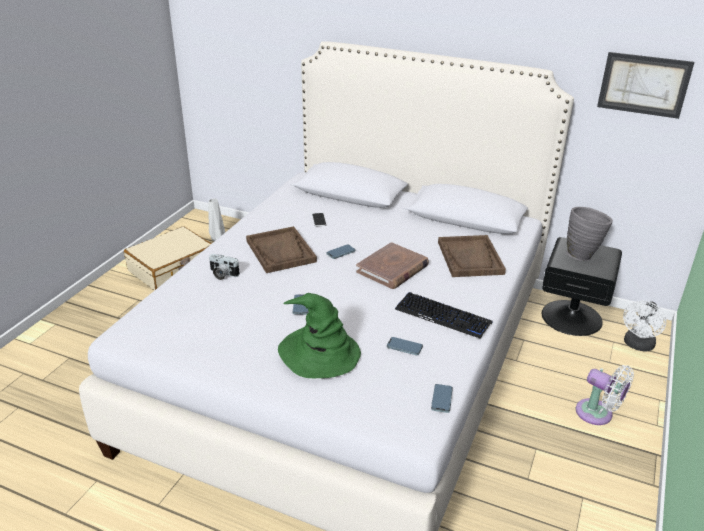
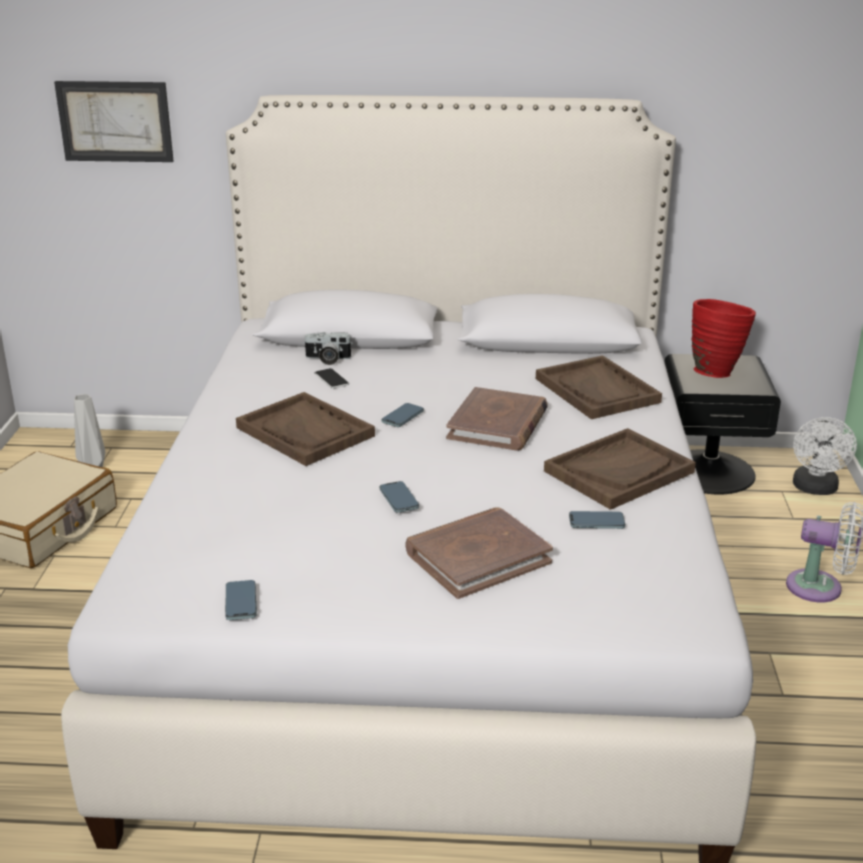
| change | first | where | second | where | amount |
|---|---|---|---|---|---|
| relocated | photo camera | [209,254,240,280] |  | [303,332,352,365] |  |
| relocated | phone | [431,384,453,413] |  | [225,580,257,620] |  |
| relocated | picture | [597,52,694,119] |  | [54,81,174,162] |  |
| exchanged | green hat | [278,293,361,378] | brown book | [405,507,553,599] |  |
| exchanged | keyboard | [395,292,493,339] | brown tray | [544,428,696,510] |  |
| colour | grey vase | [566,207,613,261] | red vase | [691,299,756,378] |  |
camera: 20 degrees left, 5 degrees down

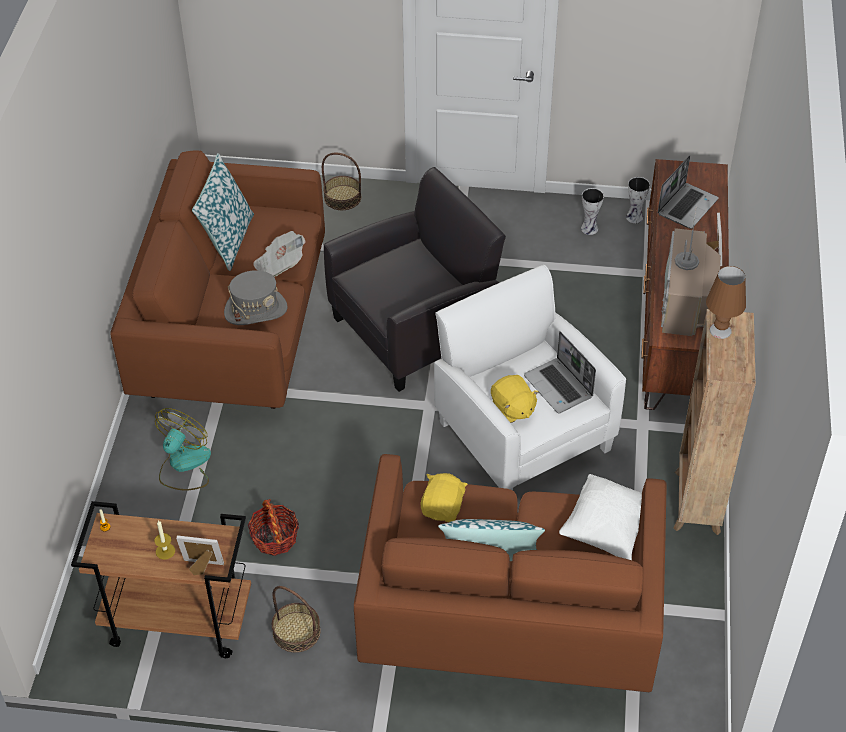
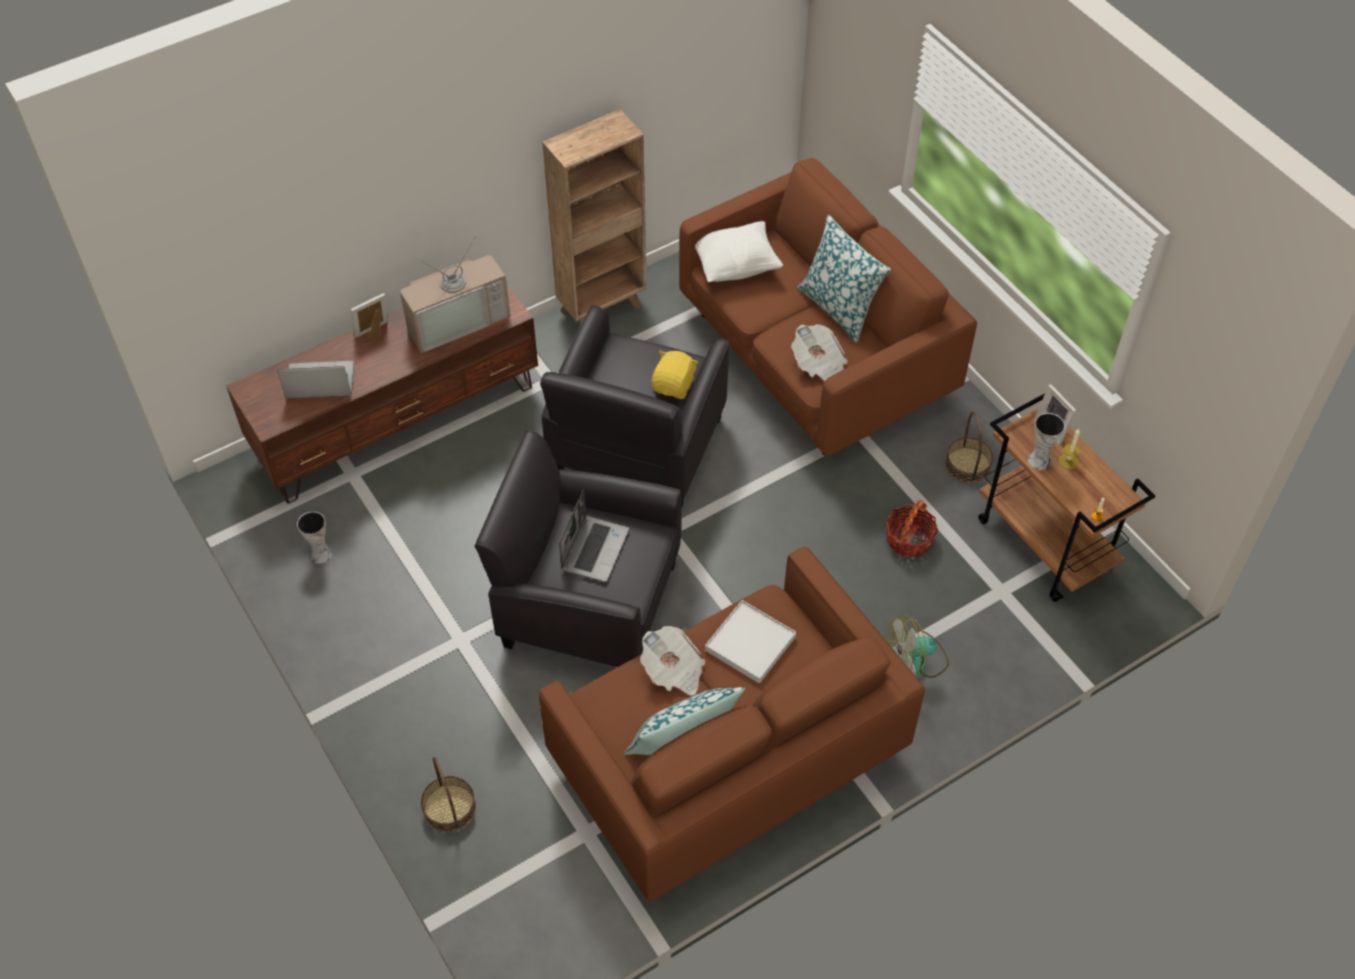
| change | first | where | second | where | amount |
|---|---|---|---|---|---|
| missing | brown table lamp | [706,266,746,339] |  |  |  |
| relocated | laptop | [524,331,596,414] |  | [559,490,629,582] |  |
| relocated | vase | [626,177,650,223] |  | [1028,413,1065,470] |  |
| exchanged | grey hat | [224,270,288,325] | white tray | [705,600,796,684] |  |
| exchanged | yellow plush toy | [421,473,468,522] | newspaper | [791,324,848,381] |  |
| colour | white armchair | [434,265,626,491] | black armchair | [540,305,729,507] |  |
camera: 130 degrees left, 5 degrees up

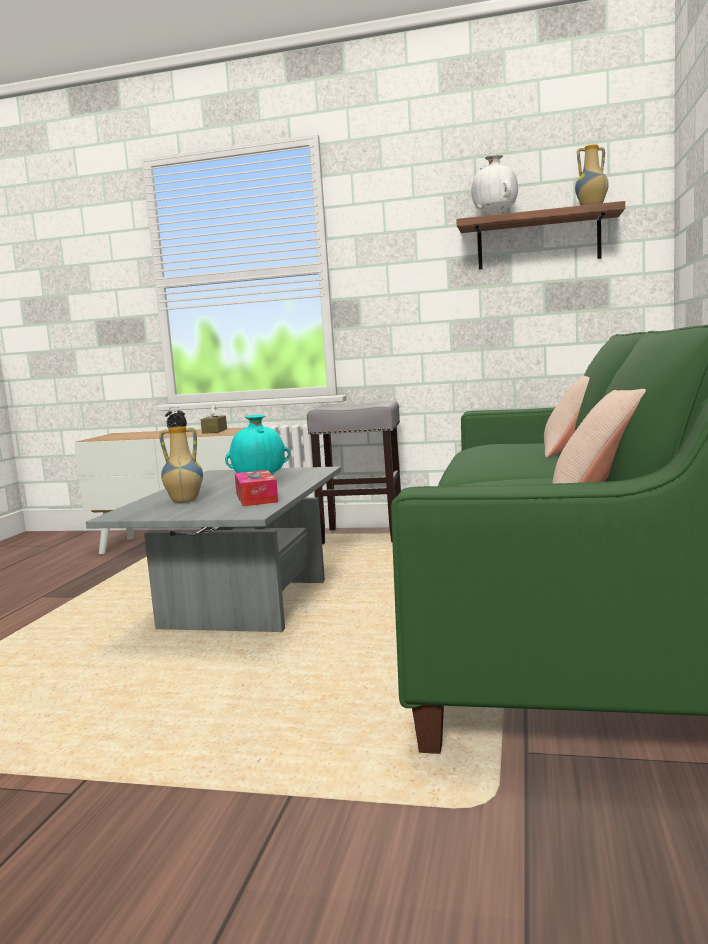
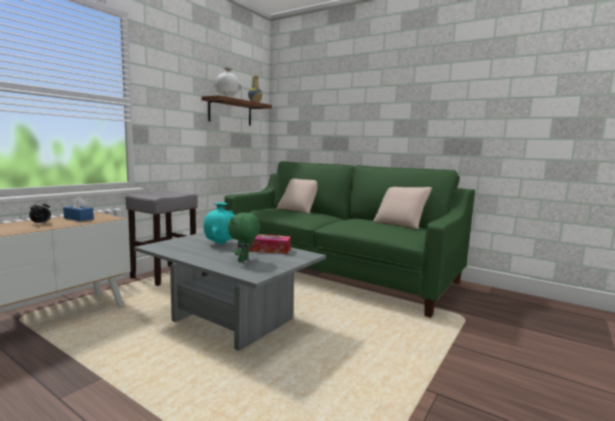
| change | first | where | second | where | amount |
|---|---|---|---|---|---|
| exchanged | vase | [159,426,203,503] | green plush toy | [228,213,260,263] |  |
| colour | brown tissue box | [201,404,227,434] | blue tissue box | [63,197,94,221] |  |
camera: 70 degrees left, 0 degrees up

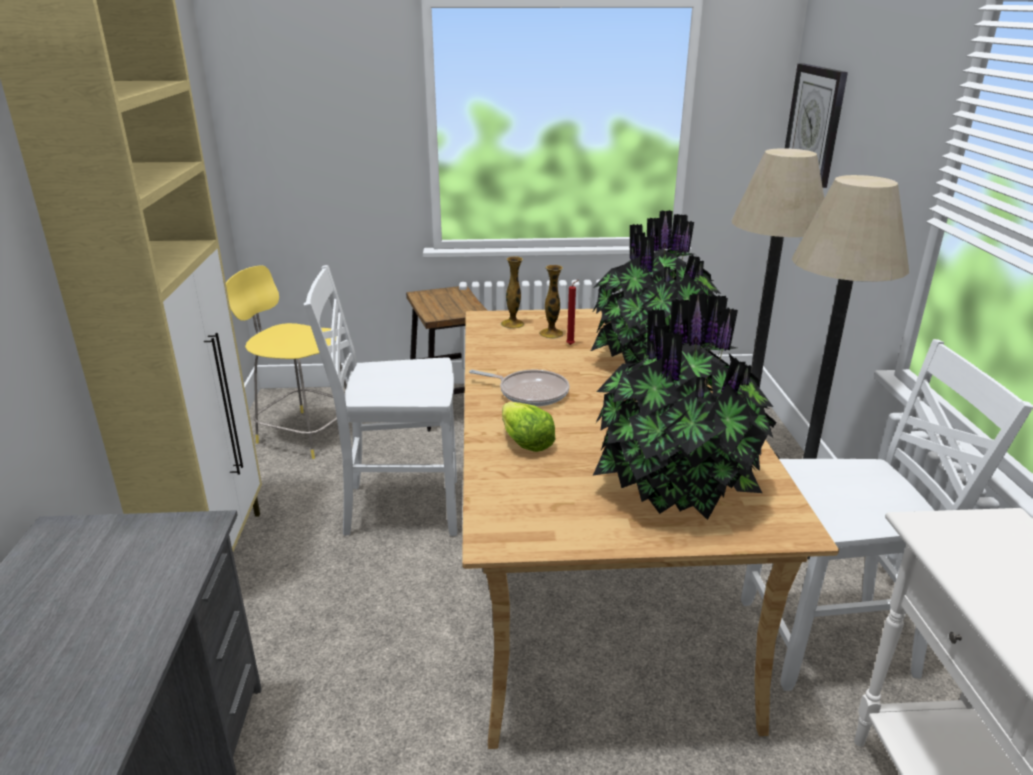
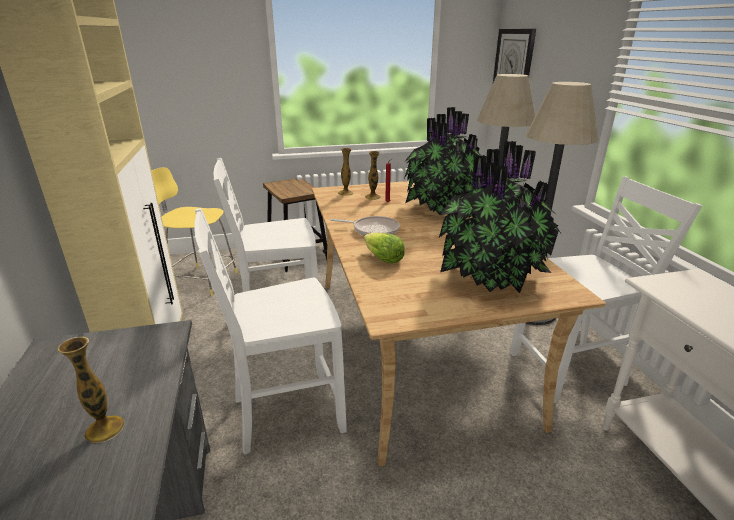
| change | first | where | second | where | amount |
|---|---|---|---|---|---|
| appeared |  |  | vase | [57,337,125,443] |  |
| appeared |  |  | white chair | [194,208,347,455] |  |
camera: 10 degrees left, 0 degrees up

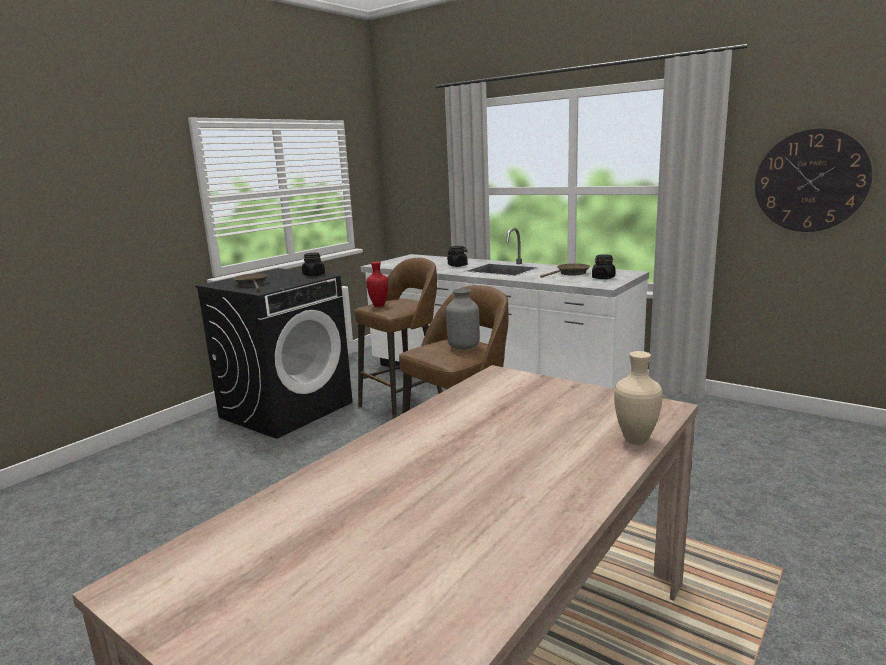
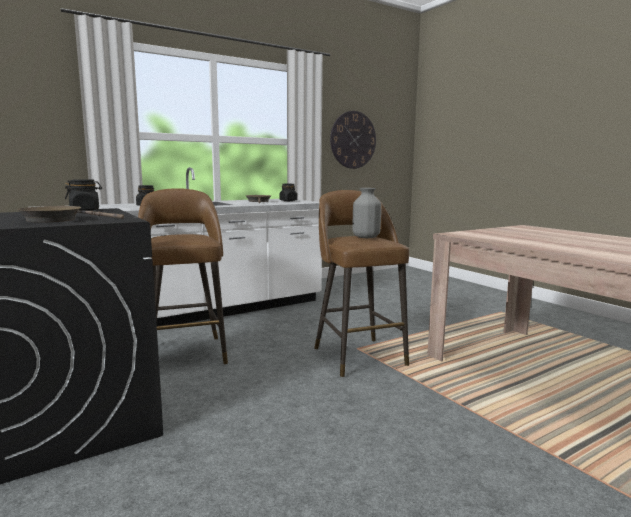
| change | first | where | second | where | amount |
|---|---|---|---|---|---|
| missing | red vase | [366,262,388,307] |  |  |  |
| missing | beige vase | [614,351,663,445] |  |  |  |
camera: 70 degrees left, 5 degrees down

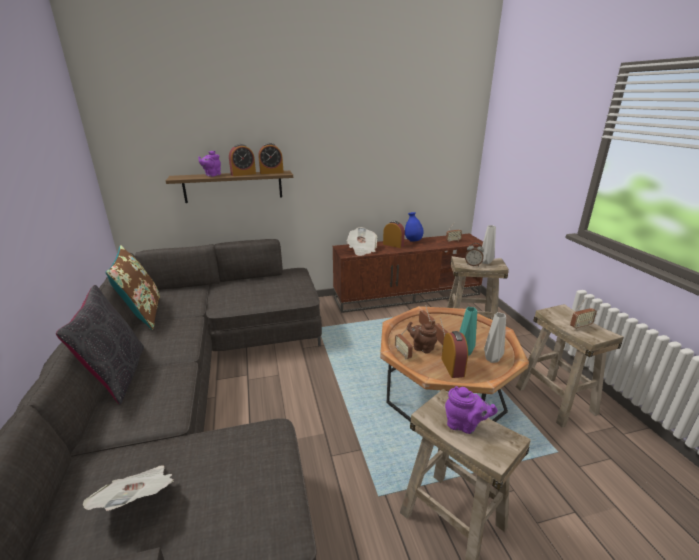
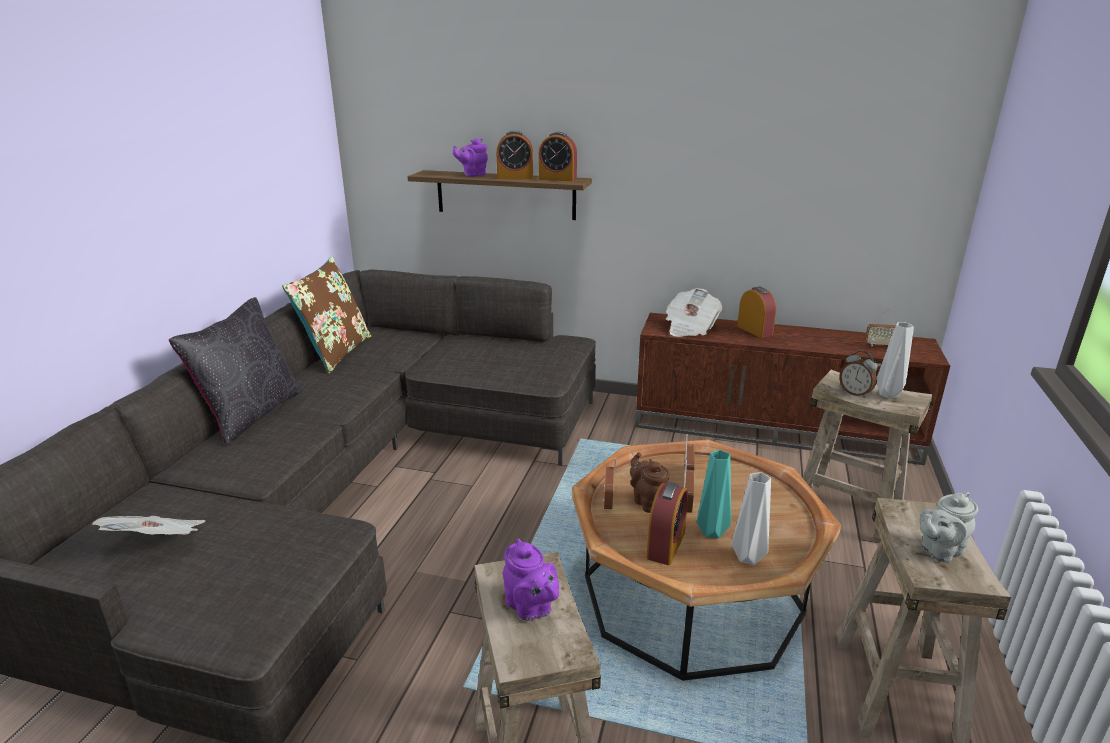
| change | first | where | second | where | amount |
|---|---|---|---|---|---|
| missing | blue vase | [405,212,424,242] |  |  |  |
| exchanged | radio | [570,297,597,330] | grey teapot | [919,492,978,562] |  |
camera: 30 degrees right, 0 degrees up

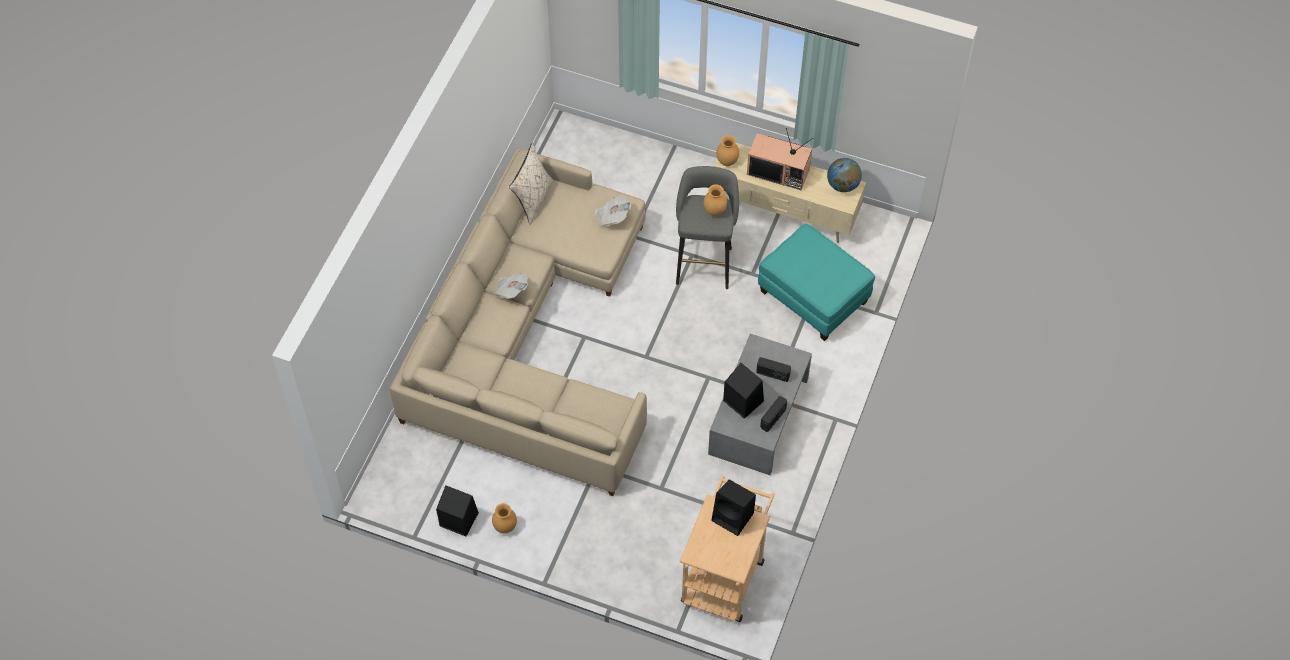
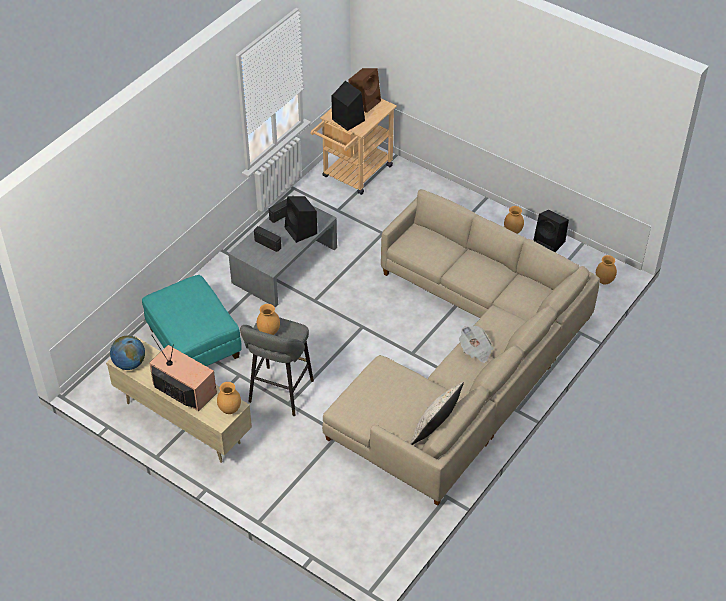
| change | first | where | second | where | amount |
|---|---|---|---|---|---|
| missing | newspaper | [595,196,631,226] |  |  |  |
| appeared |  |  | brown speaker | [348,68,381,113] |  |
| appeared |  |  | brown vase | [596,255,617,285] |  |
camera: 165 degrees left, 10 degrees down

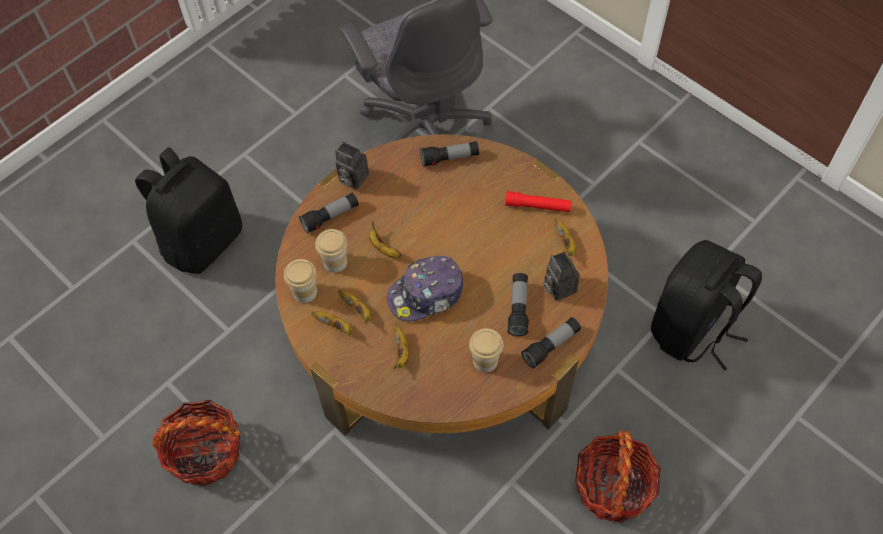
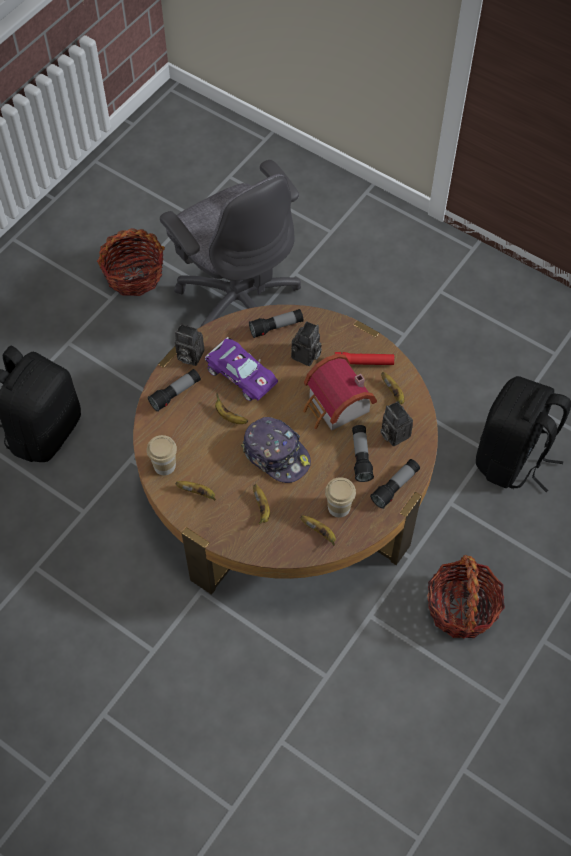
| change | first | where | second | where | amount |
|---|---|---|---|---|---|
| missing | cup | [315,229,348,273] |  |  |  |
| appeared |  |  | purple toy car | [205,337,278,401] |  |
| appeared |  |  | photo camera | [291,321,322,366] |  |
| appeared |  |  | toy house | [303,354,377,430] |  |
| relocated | basket | [152,400,240,486] |  | [97,228,165,296] |  |
| relocated | banana | [338,289,371,324] |  | [300,515,336,545] |  |
| spun | cap | [387,256,463,321] |  | [241,417,311,483] | 105 degrees counterclockwise |
camera: 10 degrees left, 0 degrees up

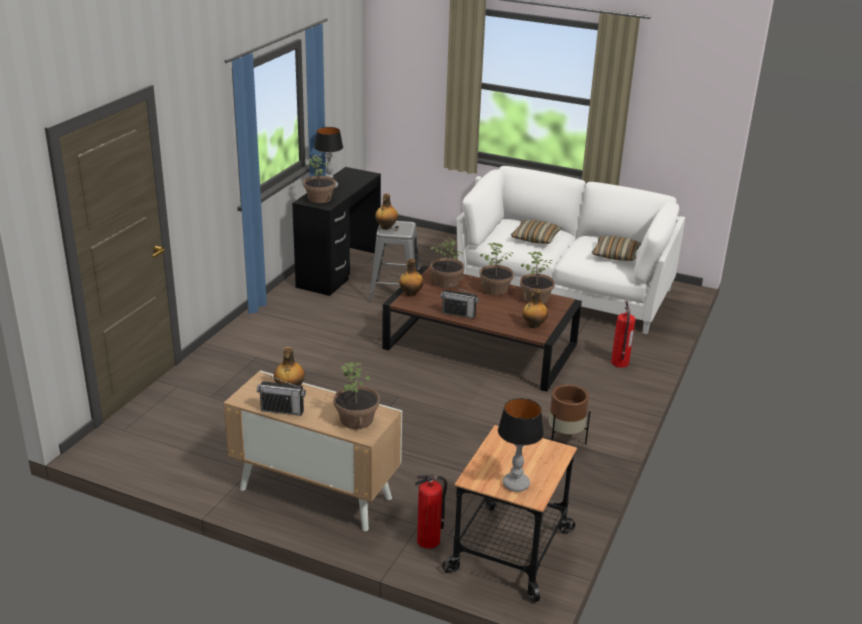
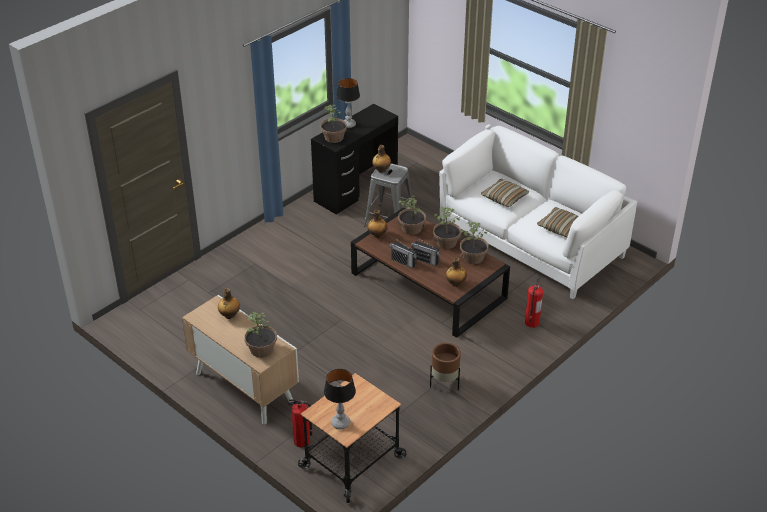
| change | first | where | second | where | amount |
|---|---|---|---|---|---|
| relocated | radio | [257,374,306,416] |  | [411,237,440,266] |  |
camera: 20 degrees right, 10 degrees up

